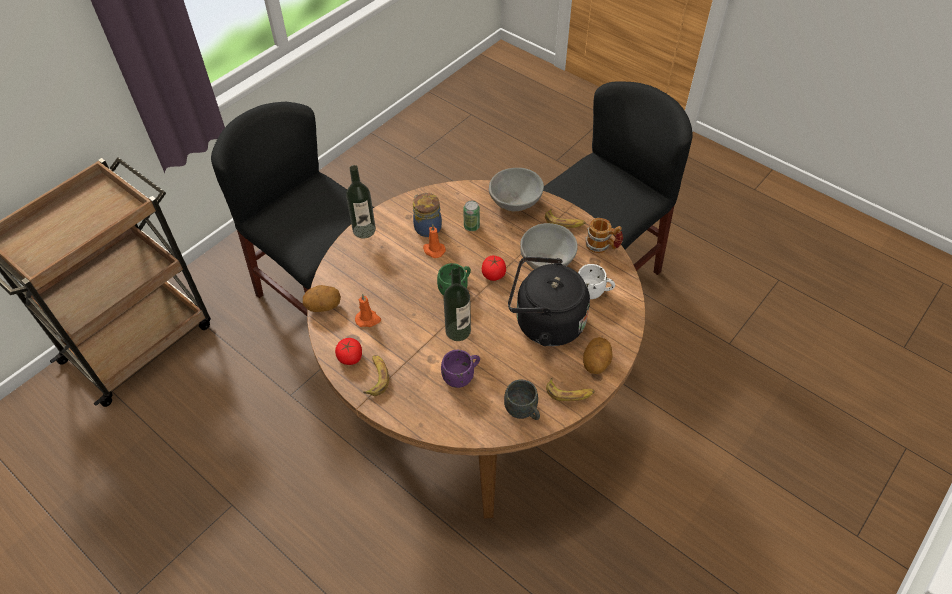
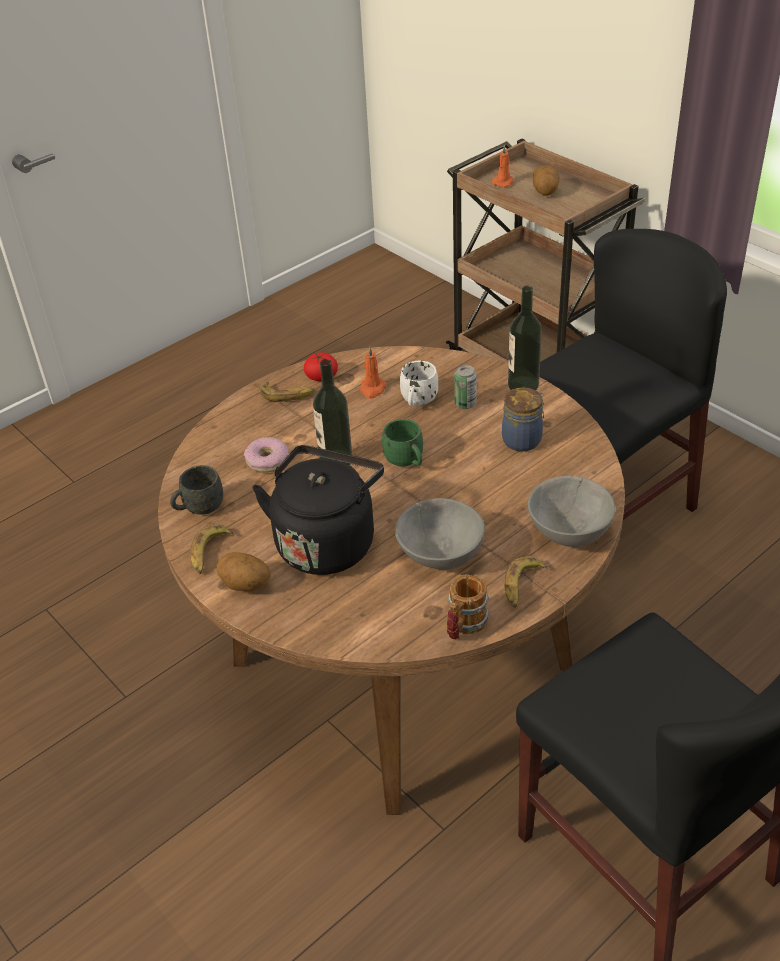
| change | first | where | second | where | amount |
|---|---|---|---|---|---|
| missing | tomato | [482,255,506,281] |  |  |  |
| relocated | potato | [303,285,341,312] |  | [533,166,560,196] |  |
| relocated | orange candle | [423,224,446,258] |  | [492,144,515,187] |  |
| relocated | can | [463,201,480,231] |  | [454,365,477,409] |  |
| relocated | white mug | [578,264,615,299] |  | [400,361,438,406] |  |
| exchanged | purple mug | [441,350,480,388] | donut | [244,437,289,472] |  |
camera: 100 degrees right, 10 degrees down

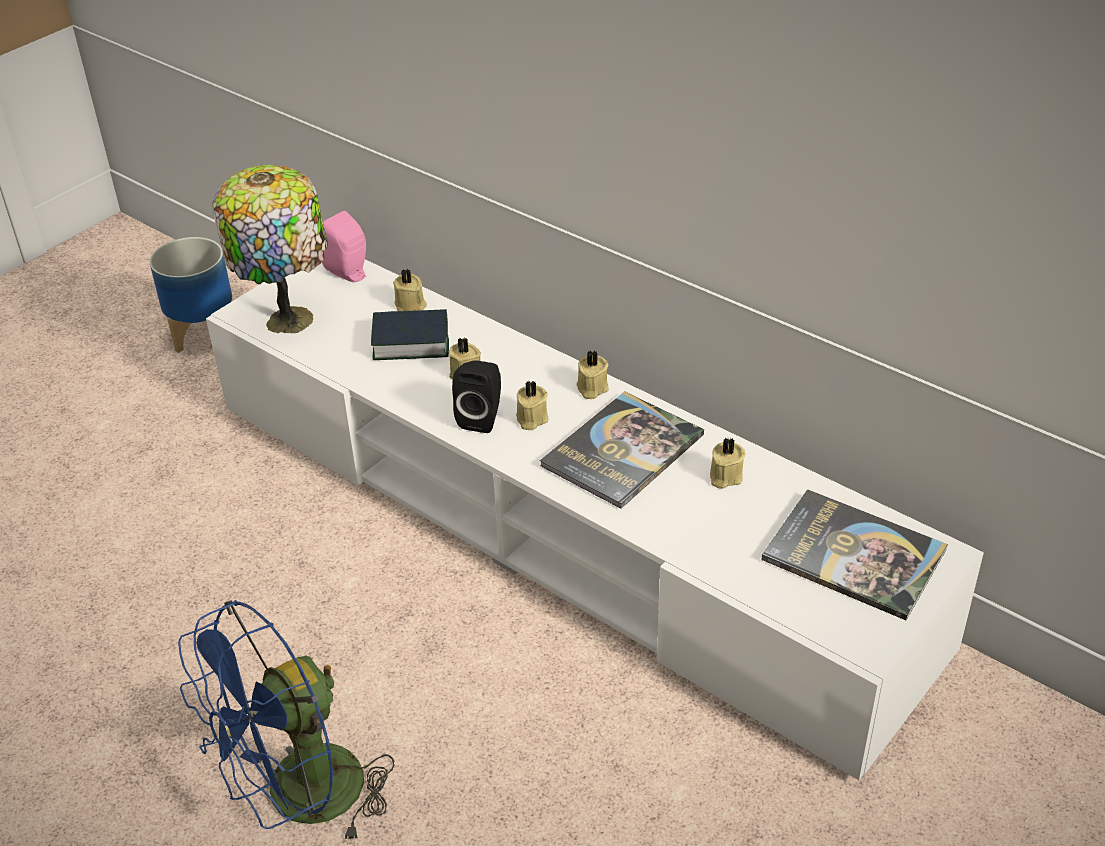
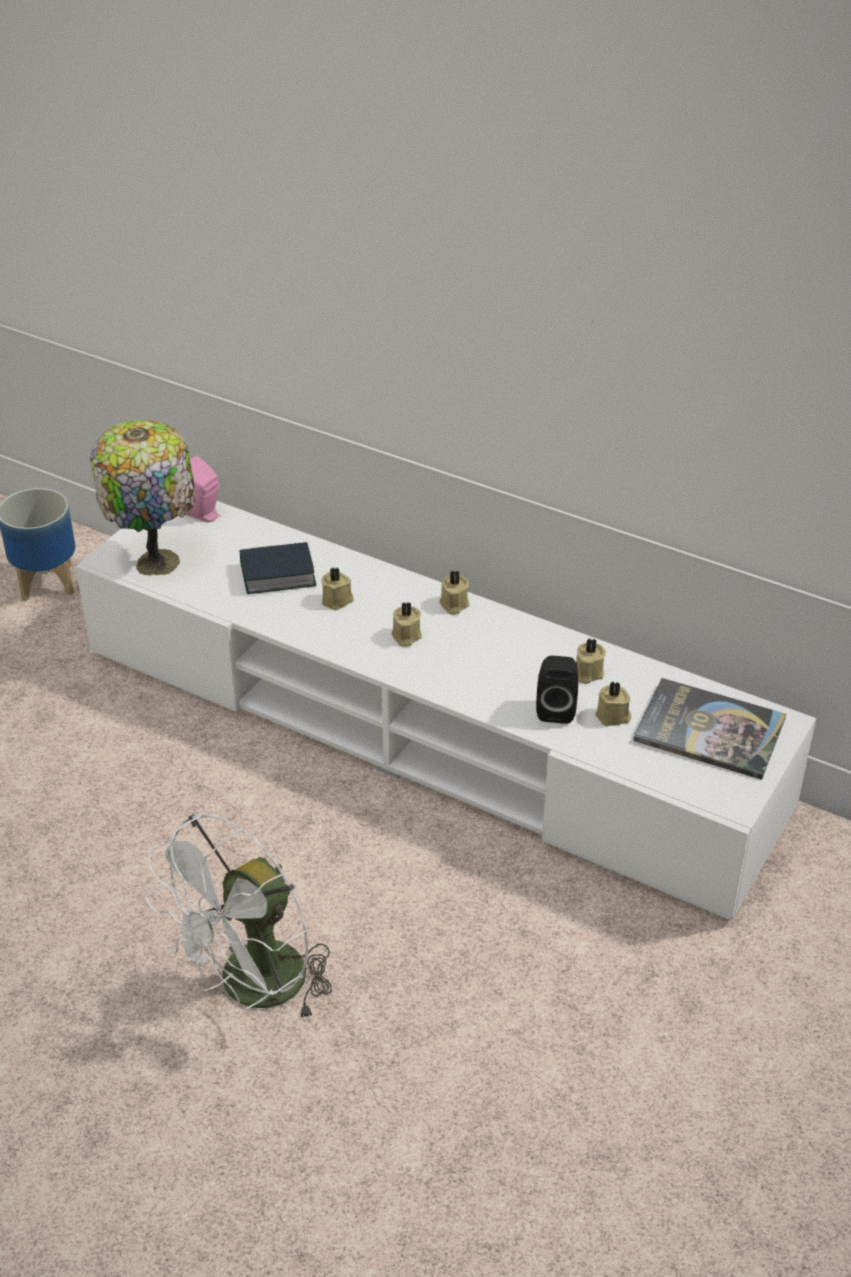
| change | first | where | second | where | amount |
|---|---|---|---|---|---|
| missing | book | [540,391,704,509] |  |  |  |
| relocated | beige candle | [393,269,427,311] |  | [596,682,631,726] |  |
| relocated | black speaker | [452,360,501,433] |  | [536,656,578,724] |  |
| colour | blue fan | [178,600,395,845] | white fan | [146,813,332,1022] |  |
camera: 10 degrees left, 0 degrees up

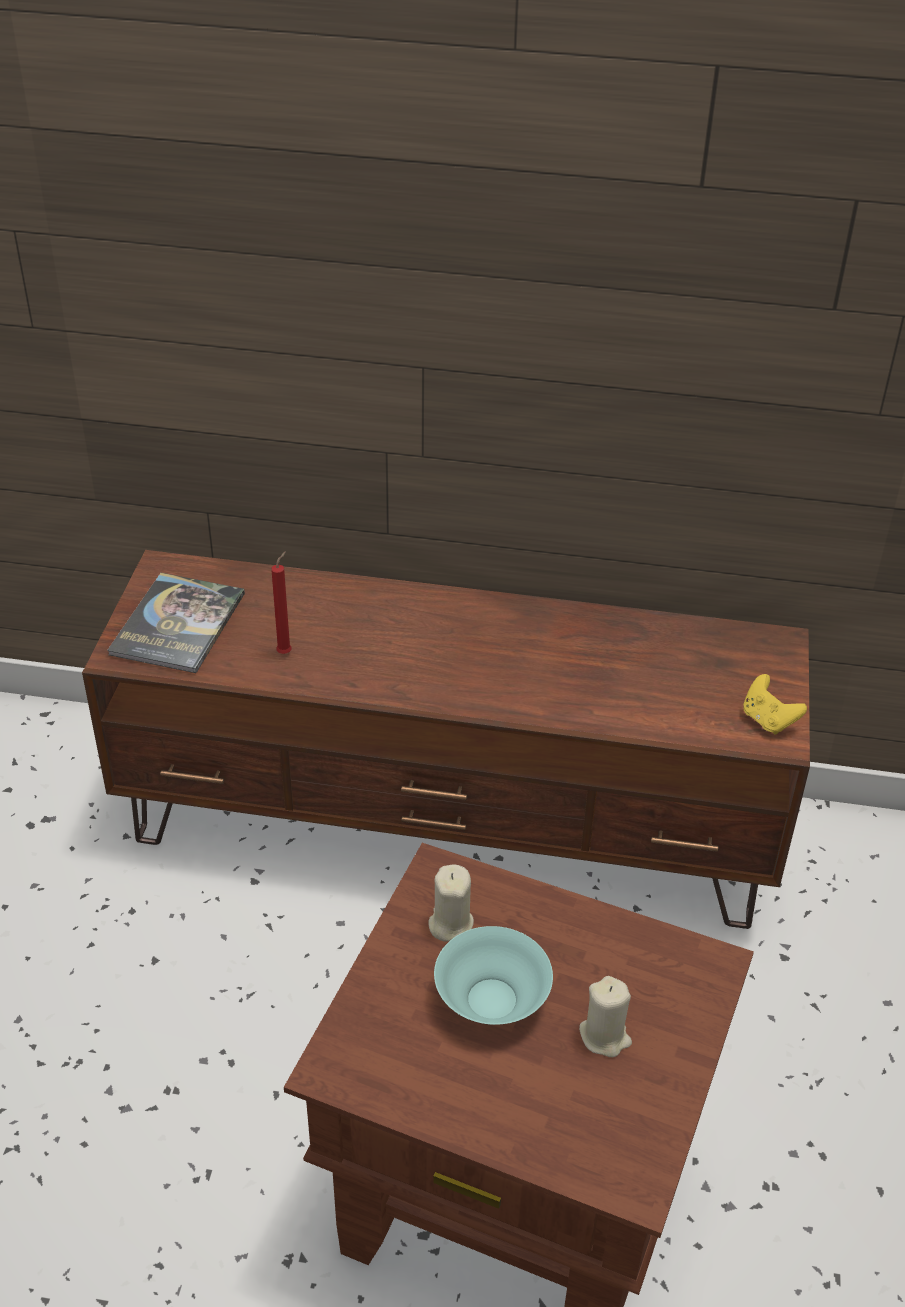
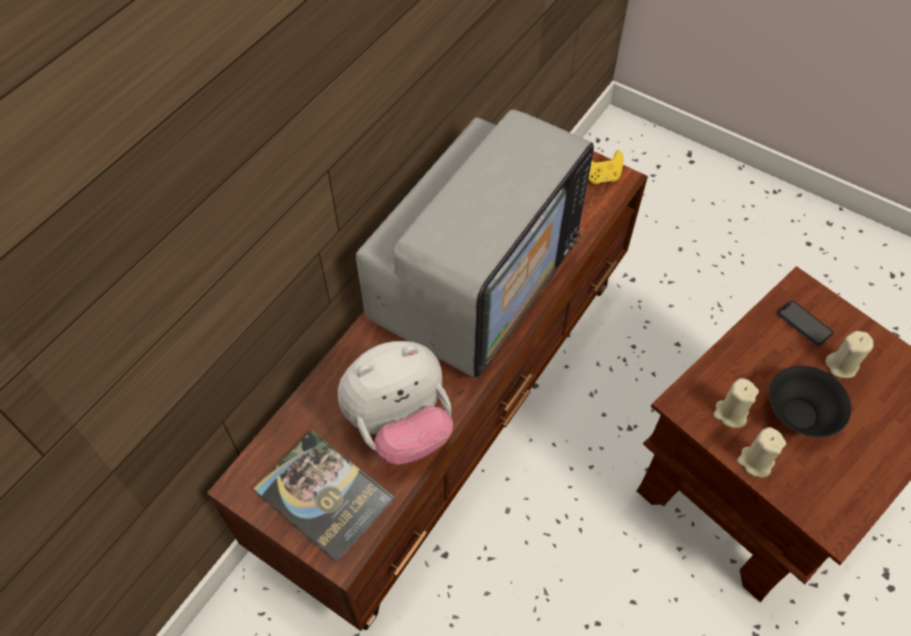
| change | first | where | second | where | amount |
|---|---|---|---|---|---|
| appeared |  |  | television | [356,109,594,378] |  |
| appeared |  |  | beige candle | [737,427,786,478] |  |
| appeared |  |  | phone | [778,301,833,346] |  |
| exchanged | red candle | [271,551,292,654] | plush toy | [338,341,453,465] |  |
| colour | turquoise bowl | [434,926,553,1025] | black bowl | [769,366,851,438] |  |
camera: 65 degrees left, 15 degrees up

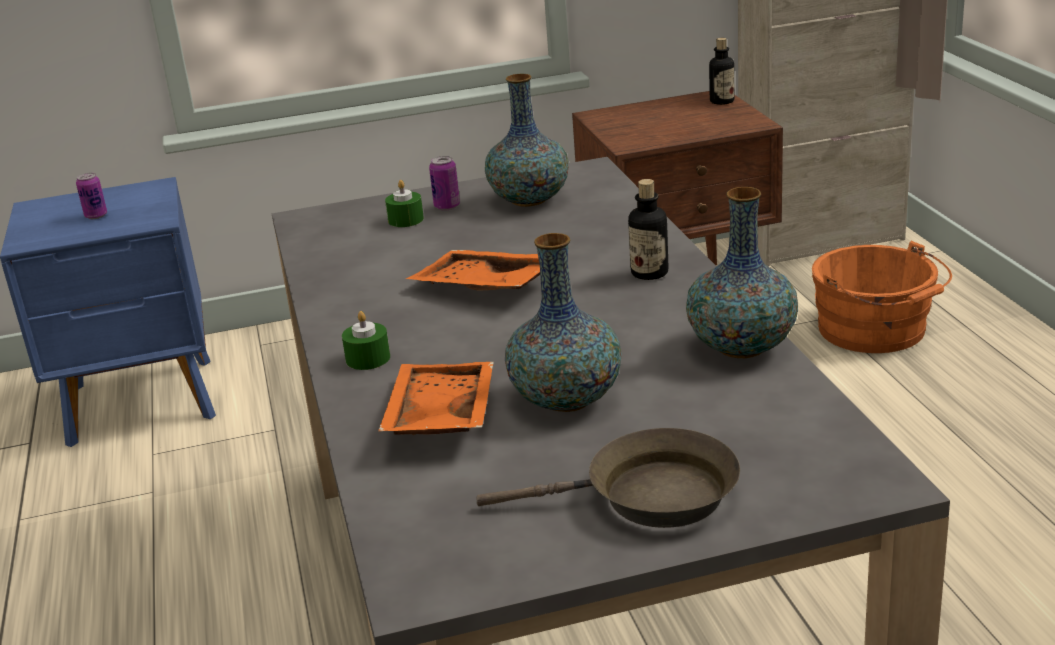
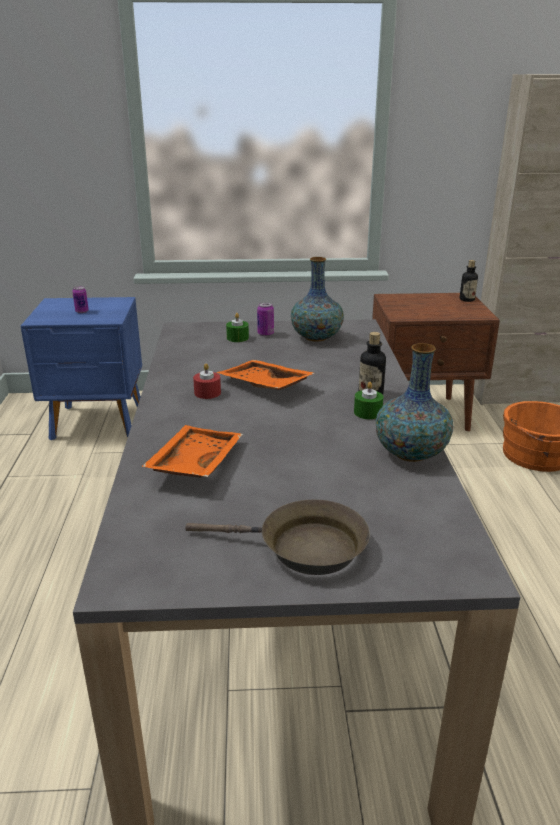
| change | first | where | second | where | amount |
|---|---|---|---|---|---|
| missing | vase | [505,233,622,412] |  |  |  |
| appeared |  |  | red candle | [193,363,221,399] |  |
| relocated | green candle | [342,311,390,370] |  | [354,382,383,419] |  |
camera: 10 degrees right, 0 degrees up

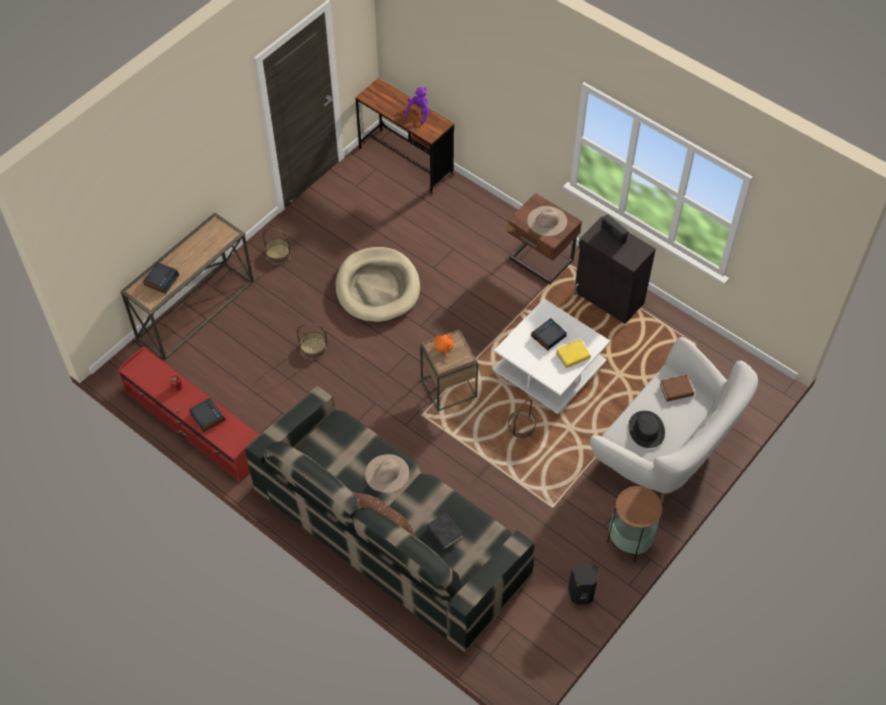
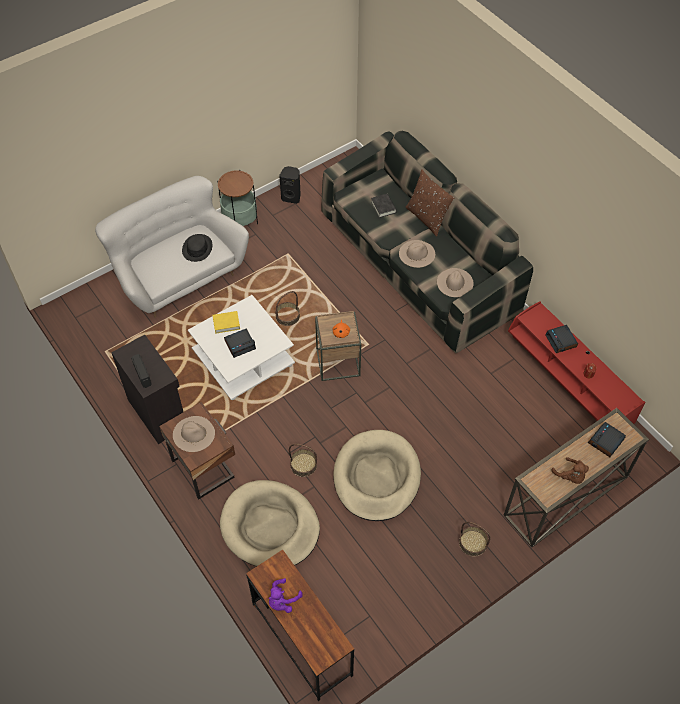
| change | first | where | second | where | amount |
|---|---|---|---|---|---|
| missing | brown book | [660,375,694,402] |  |  |  |
| appeared |  |  | beige dog bed | [220,480,320,566] |  |
| appeared |  |  | beige hat | [437,268,474,297] |  |
| appeared |  |  | brown plush toy | [552,457,589,484] |  |
| relocated | basket | [297,323,327,359] |  | [289,444,317,477] |  |
camera: 165 degrees left, 0 degrees up

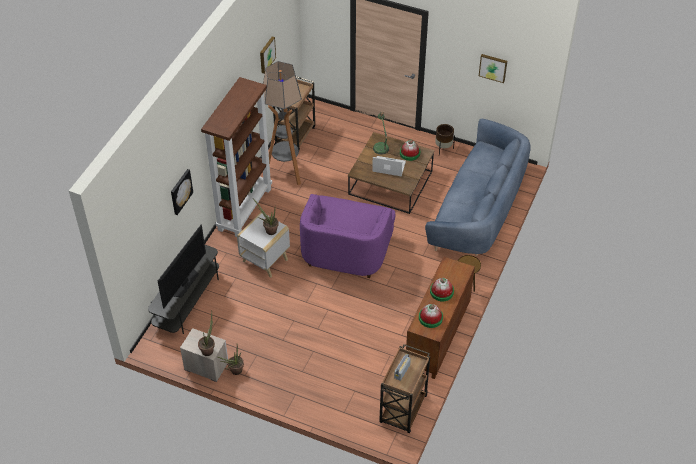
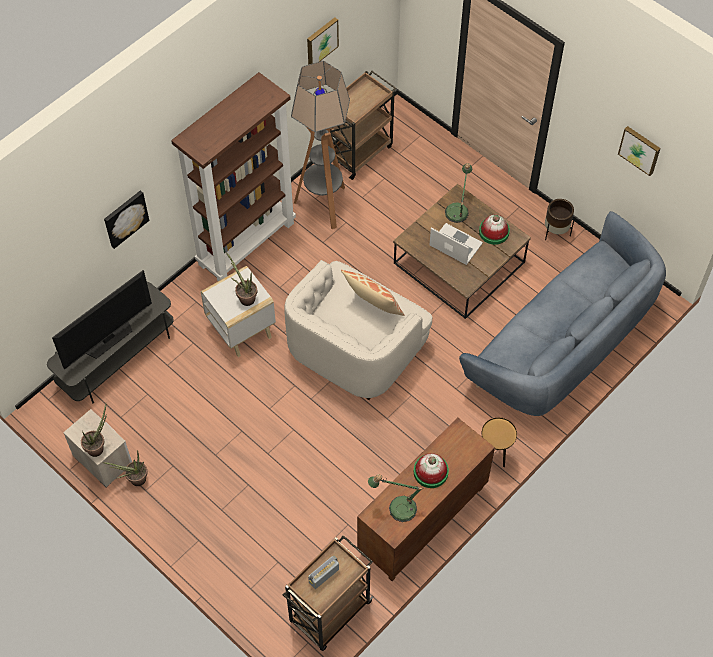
| change | first | where | second | where | amount |
|---|---|---|---|---|---|
| appeared |  |  | pillow | [341,270,404,316] |  |
| exchanged | hat | [419,304,443,328] | table lamp | [368,474,424,522] |  |
| colour | purple armchair | [300,194,395,278] | white armchair | [284,260,432,400] |  |
camera: 20 degrees right, 10 degrees up

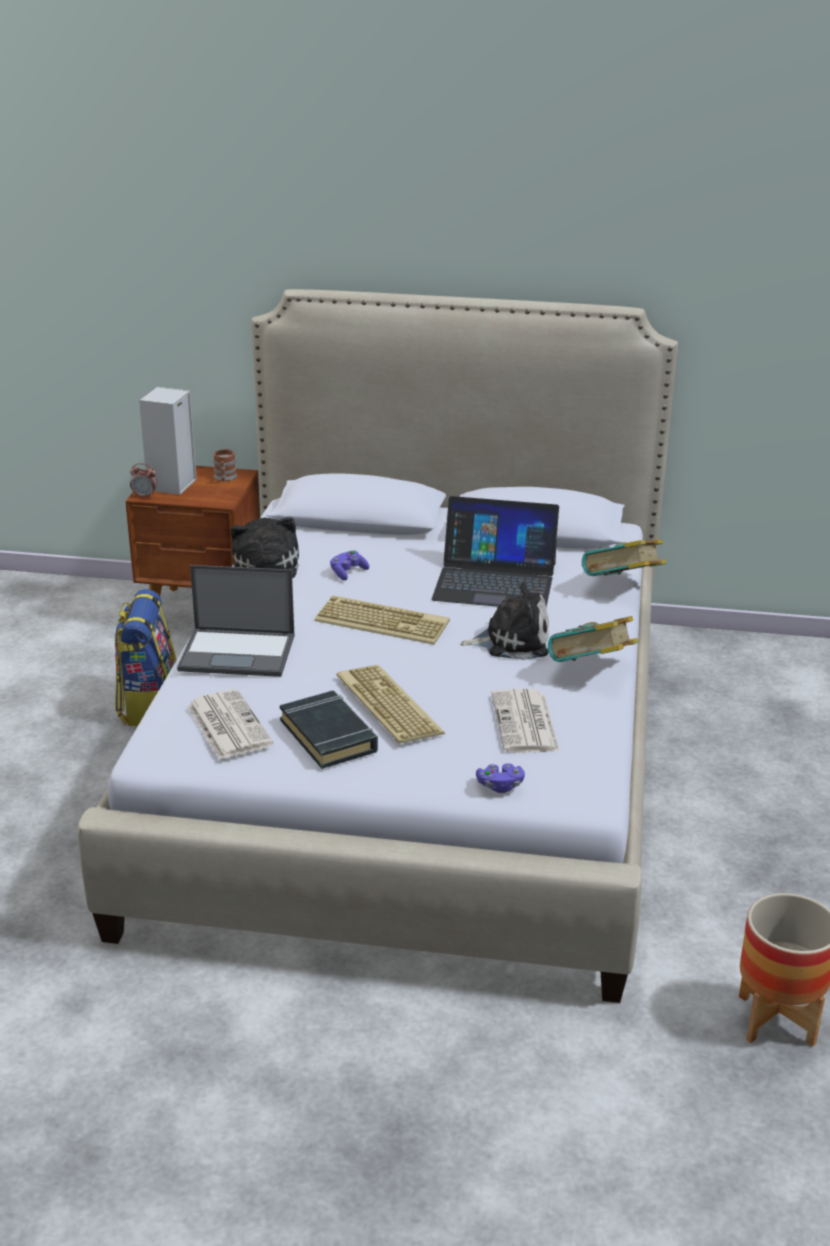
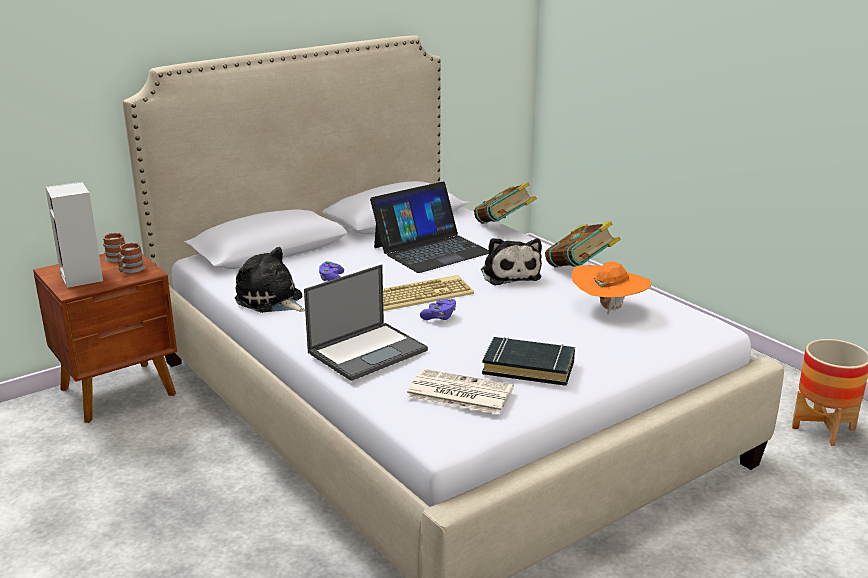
| change | first | where | second | where | amount |
|---|---|---|---|---|---|
| missing | backpack | [115,589,176,726] |  |  |  |
| missing | alarm clock | [130,463,157,498] |  |  |  |
| missing | keyboard | [337,665,445,743] |  |  |  |
| appeared |  |  | mug | [117,243,145,273] |  |
| relocated | purple game controller | [476,763,525,793] |  | [420,298,456,320] |  |
| exchanged | newspaper | [492,689,559,753] | orange hat | [571,261,651,314] |  |
| spun | plush toy | [460,583,549,660] |  | [481,238,542,285] | 120 degrees clockwise |
camera: 45 degrees left, 5 degrees down

